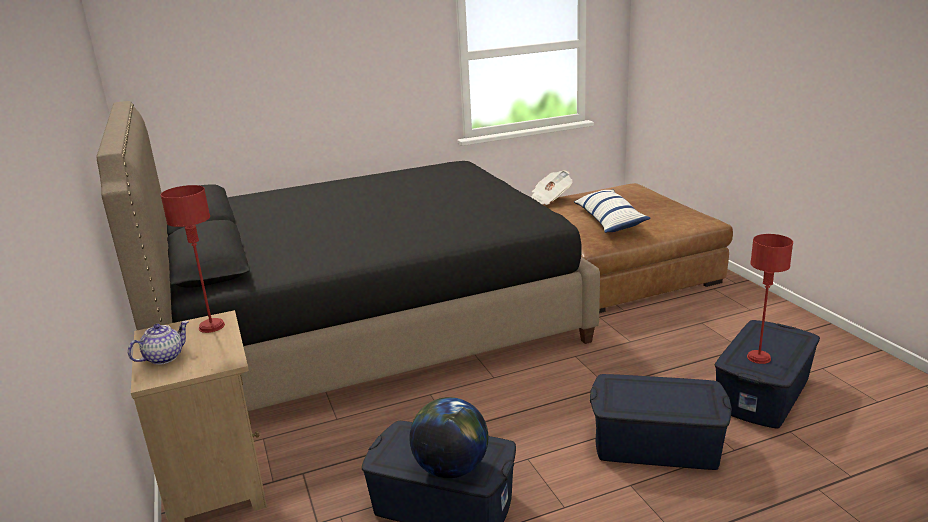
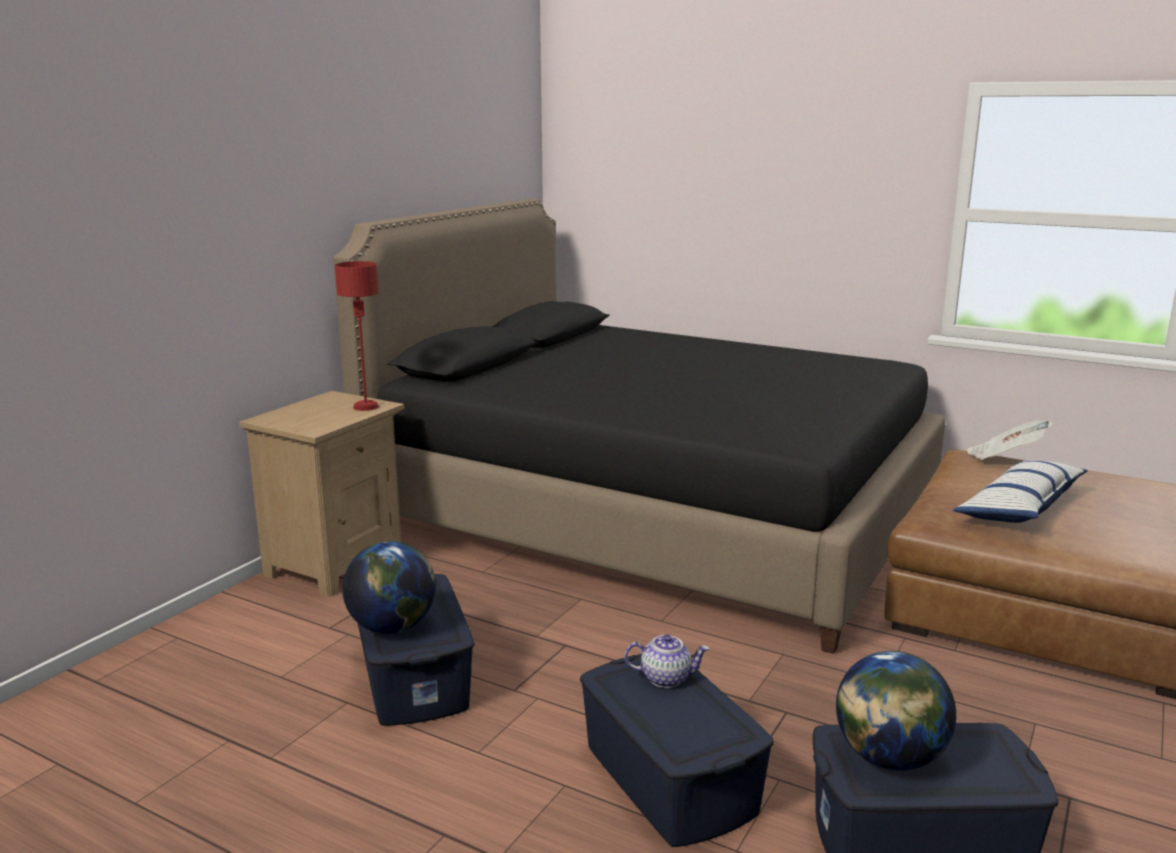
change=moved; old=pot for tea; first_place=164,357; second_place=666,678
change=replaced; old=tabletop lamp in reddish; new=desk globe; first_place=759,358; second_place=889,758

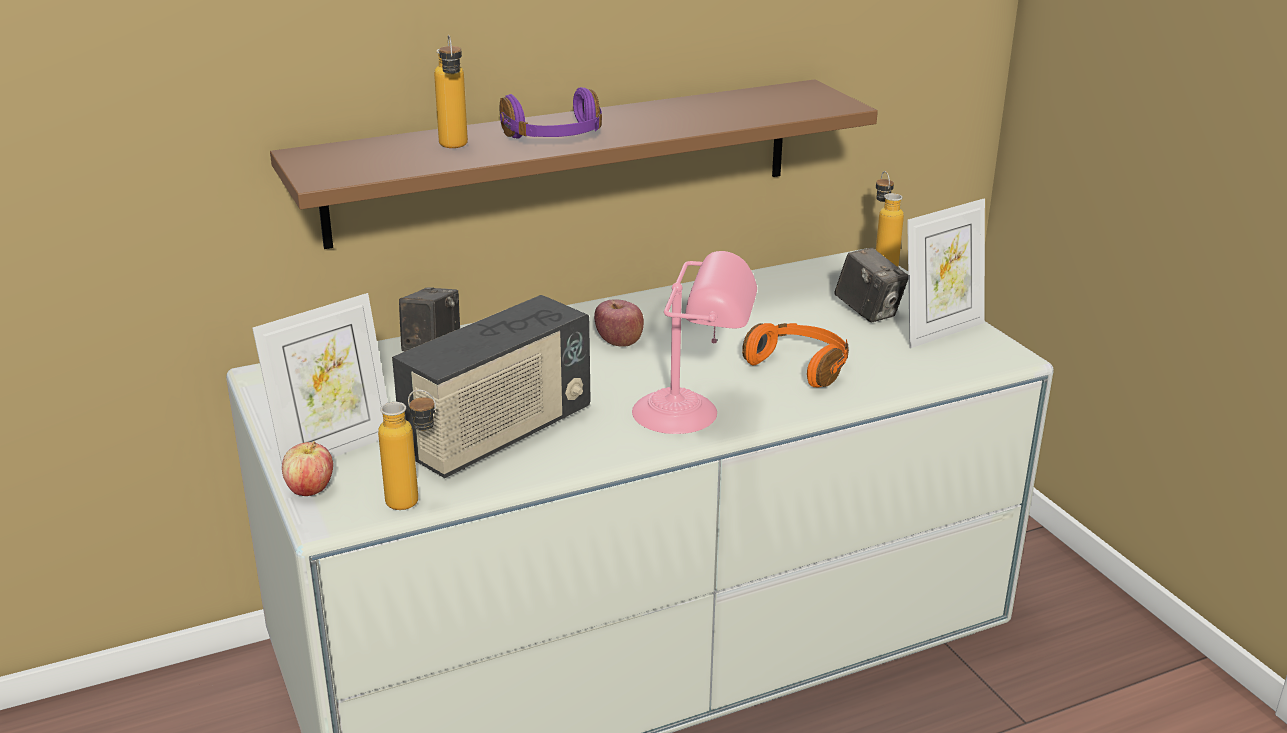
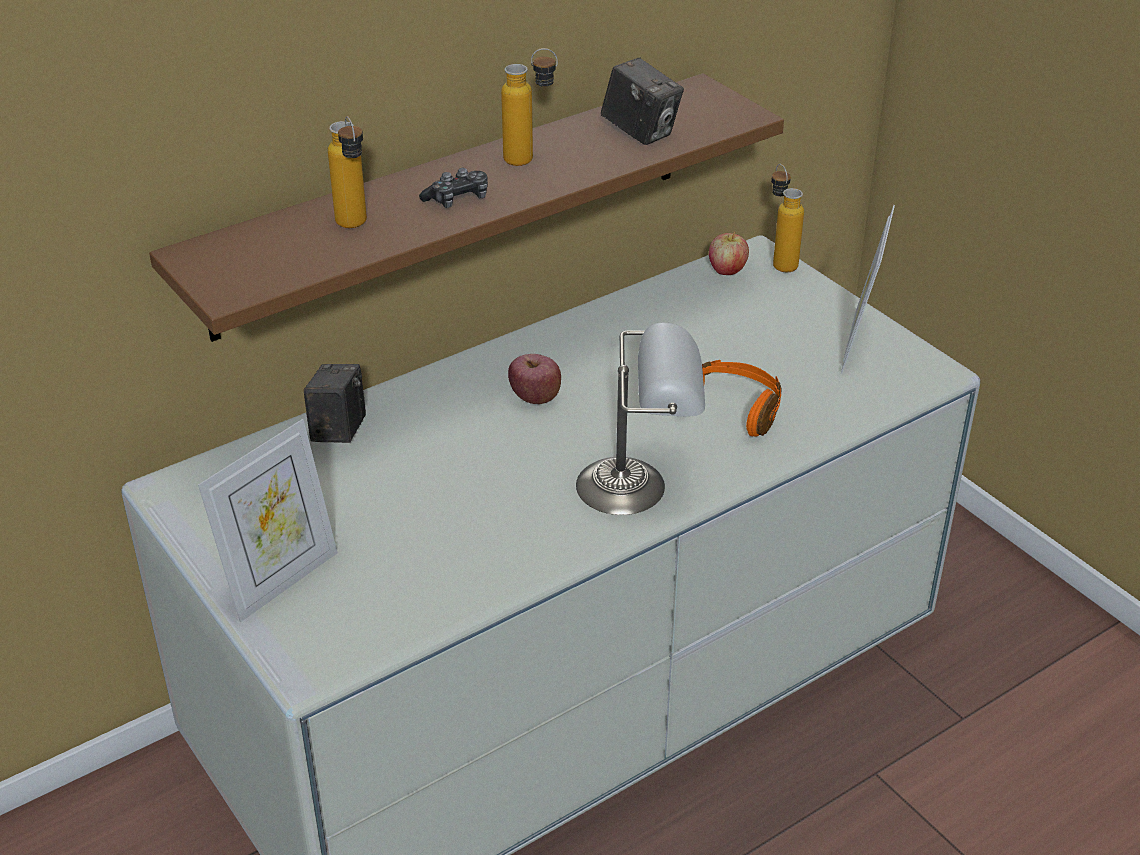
change=removed; old=radio set; first_place=499,435
change=moved; old=whole apple; first_place=310,490; second_place=727,270
change=moved; old=drink bottle; first_place=415,504; second_place=530,160
change=moved; old=photo camera; first_place=868,312; second_place=640,132
change=replaced; old=headphones in purplish; new=game controller; first_place=555,137; second_place=458,199
change=recoloured; old=tabletop lamp in pink-coloured; new=tabletop lamp in white-coloured; first_place=693,412; second_place=639,484
change=turned; old=photo frame; first_place=940,331; second_place=859,345; degrees=150

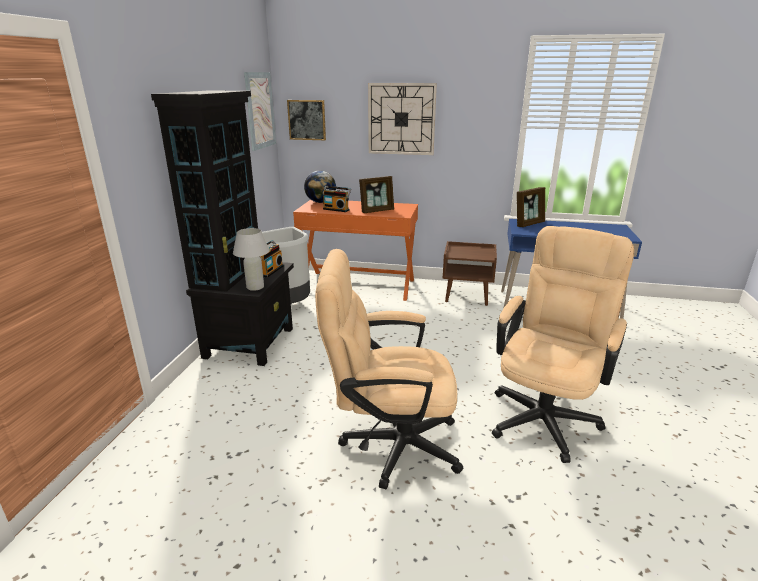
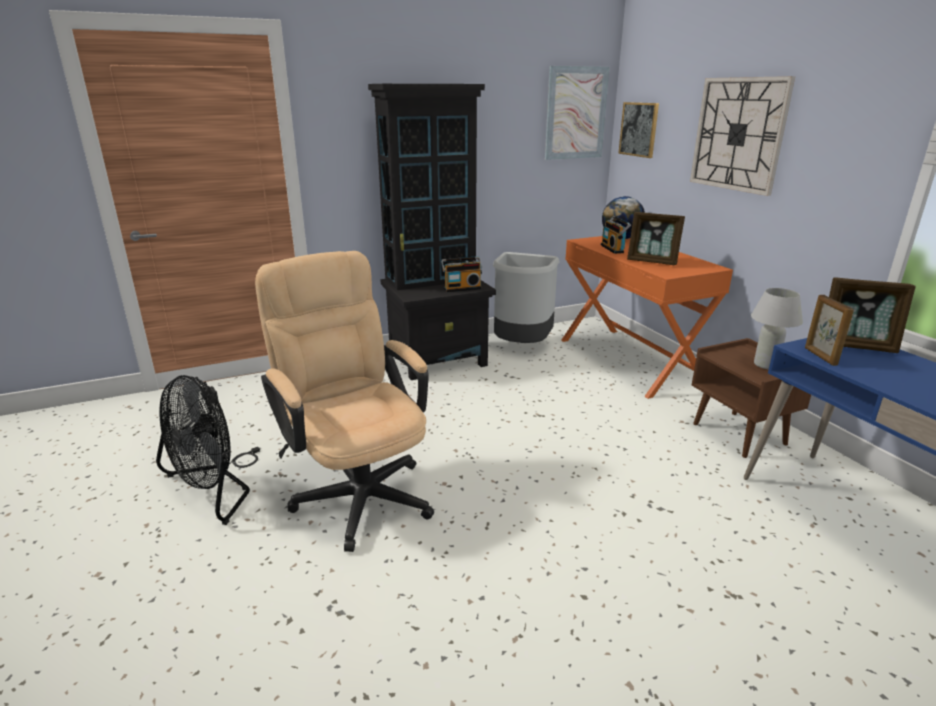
change=removed; old=office chair in beige-coloured; first_place=546,413
change=added; new=electric fan in black; second_place=216,485
change=added; new=photo frame; second_place=820,356
change=moved; old=tabletop lamp in white-coloured; first_place=255,287; second_place=765,365

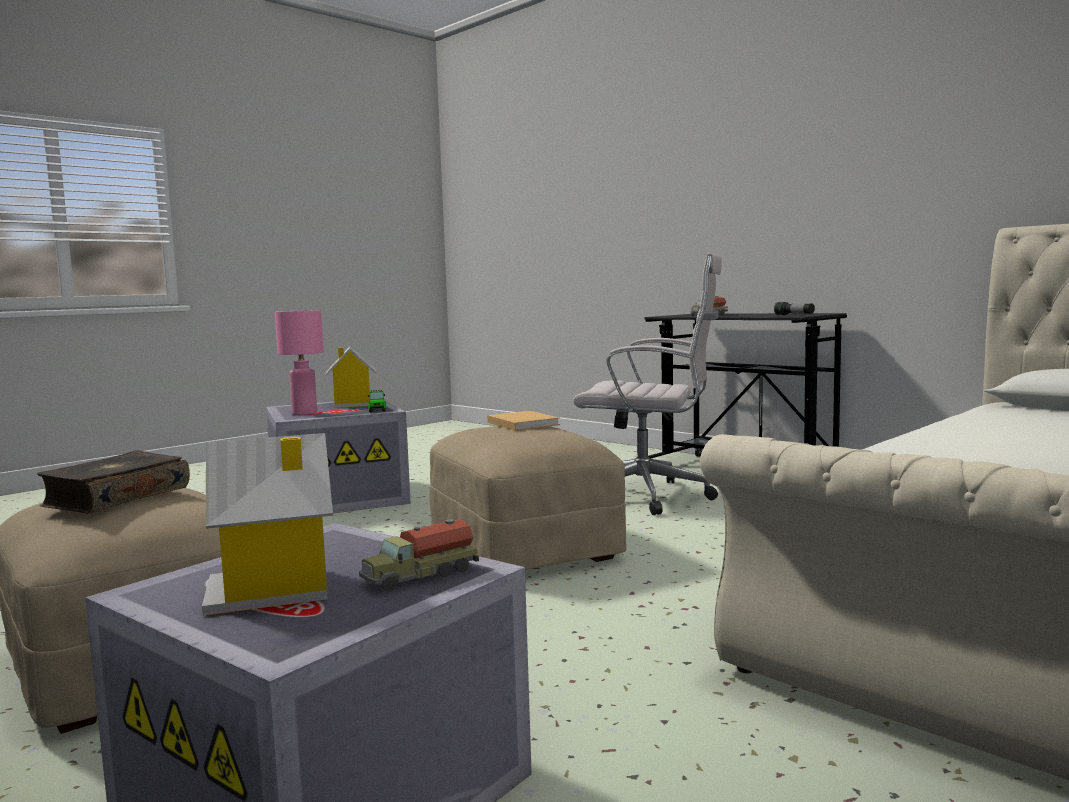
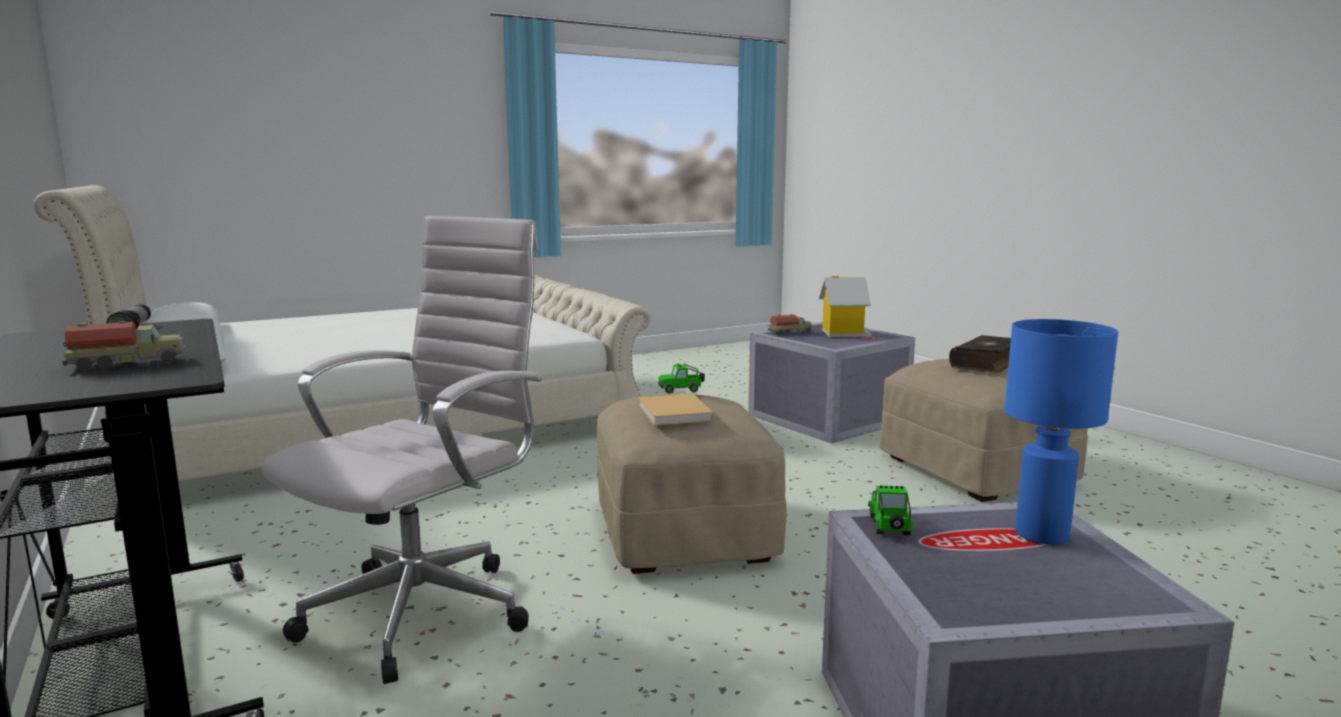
change=removed; old=toy house; first_place=352,404
change=added; new=miniature car; second_place=681,390
change=recoloured; old=tabletop lamp in pink-coloured; new=tabletop lamp in bluish; first_place=304,413; second_place=1043,535
change=turned; old=office chair in white-coloured; first_place=651,497; second_place=426,610; degrees=90

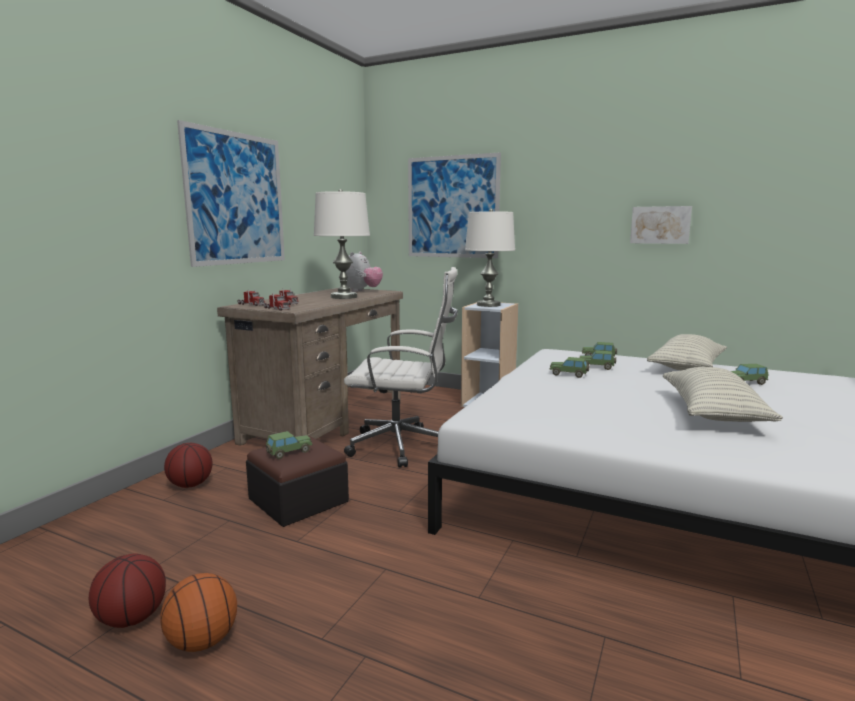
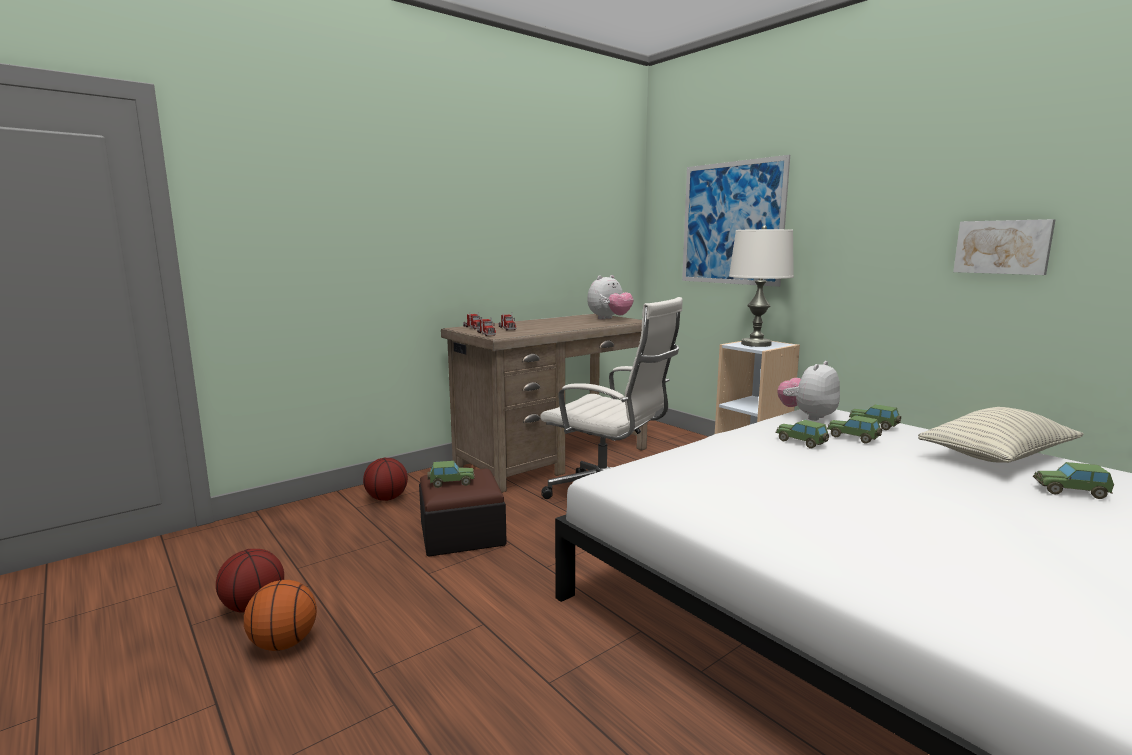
change=removed; old=picture; first_place=236,199
change=removed; old=tabletop lamp in white-coloured; first_place=344,297
change=removed; old=throw pillow; first_place=712,413
change=added; new=plush toy; second_place=808,416

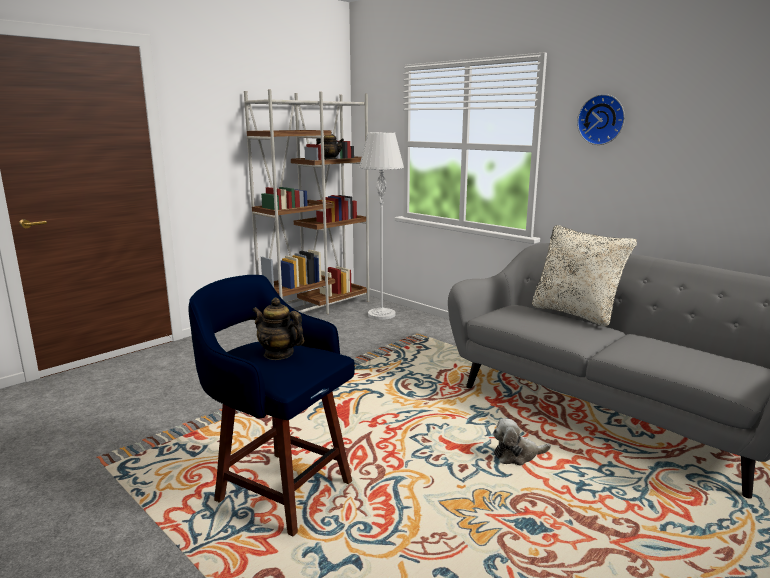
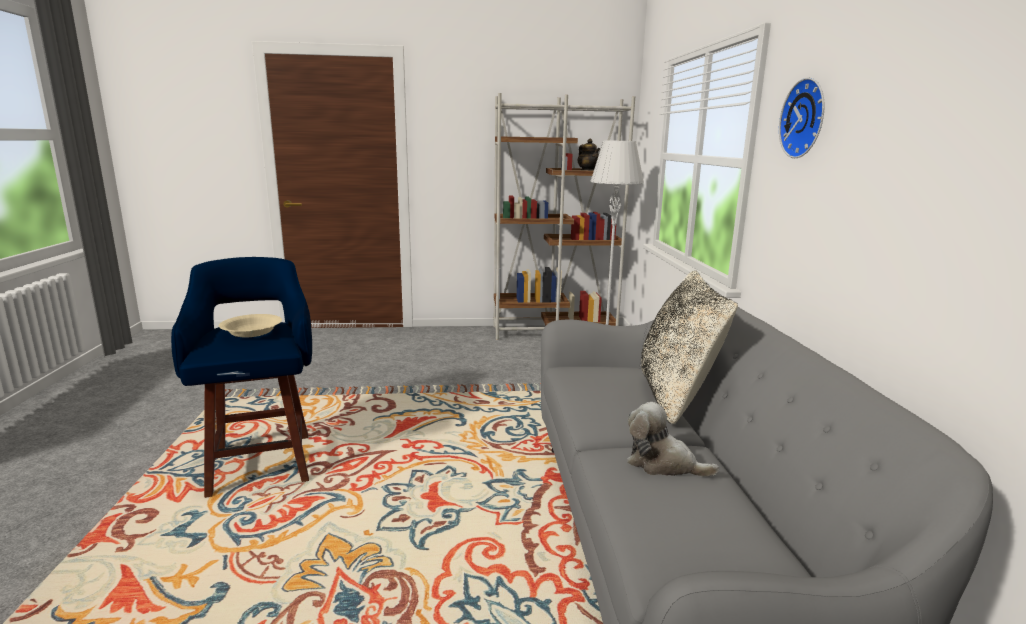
change=moved; old=plush toy; first_place=517,455; second_place=663,464
change=replaced; old=pot for tea; new=bowl in beige-coloured; first_place=278,354; second_place=251,333

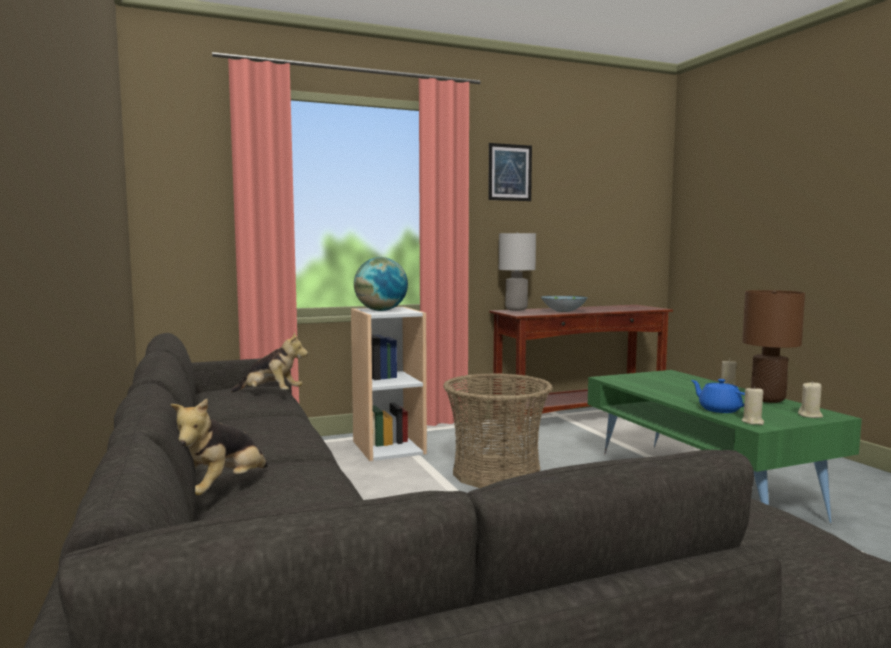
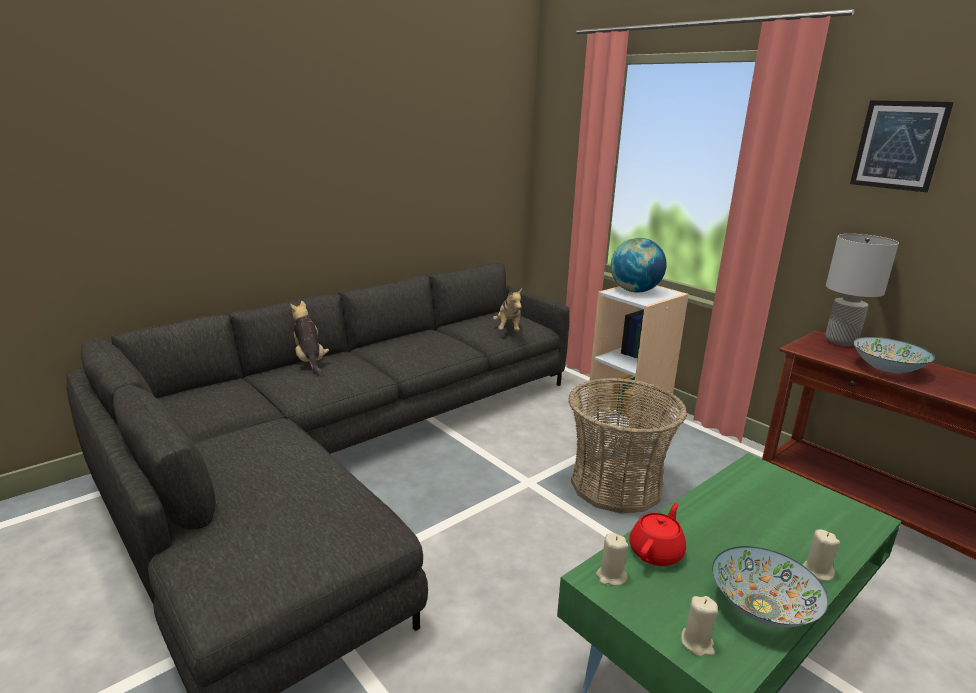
change=replaced; old=tabletop lamp in brown; new=bowl; first_place=768,401; second_place=761,608
change=recoloured; old=pot for tea in bluish; new=pot for tea in reddish; first_place=719,409; second_place=656,552
change=turned; old=plush toy; first_place=222,489; second_place=310,361; degrees=60

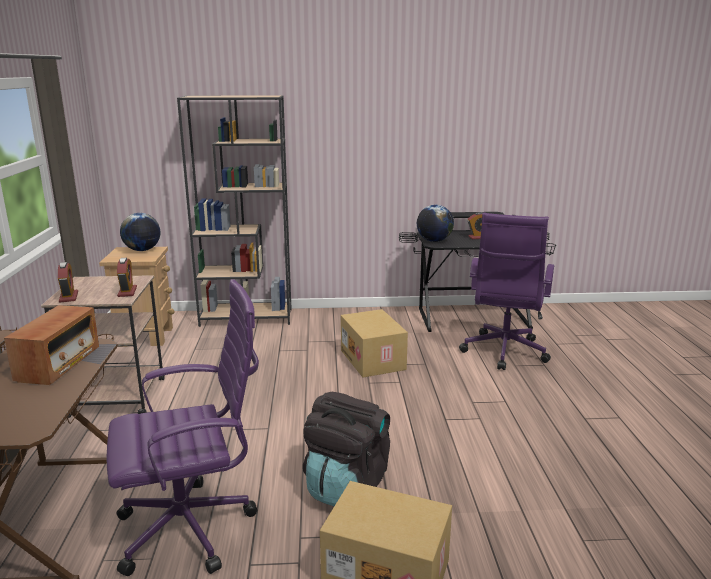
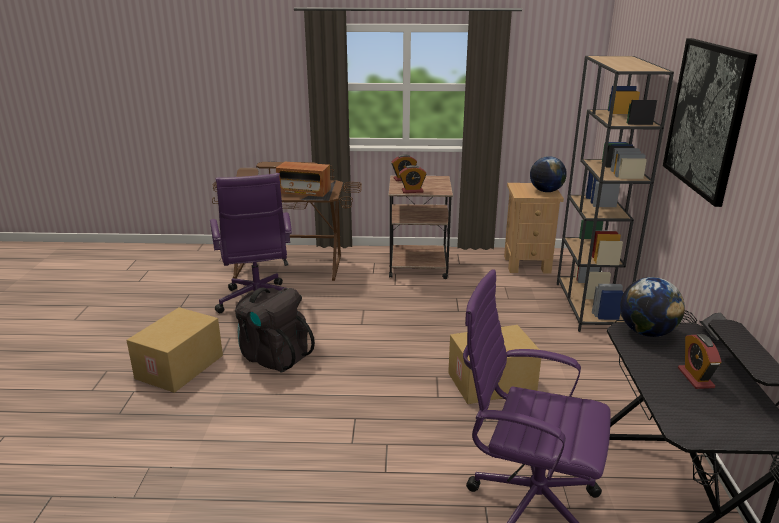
change=added; new=picture; second_place=706,118

